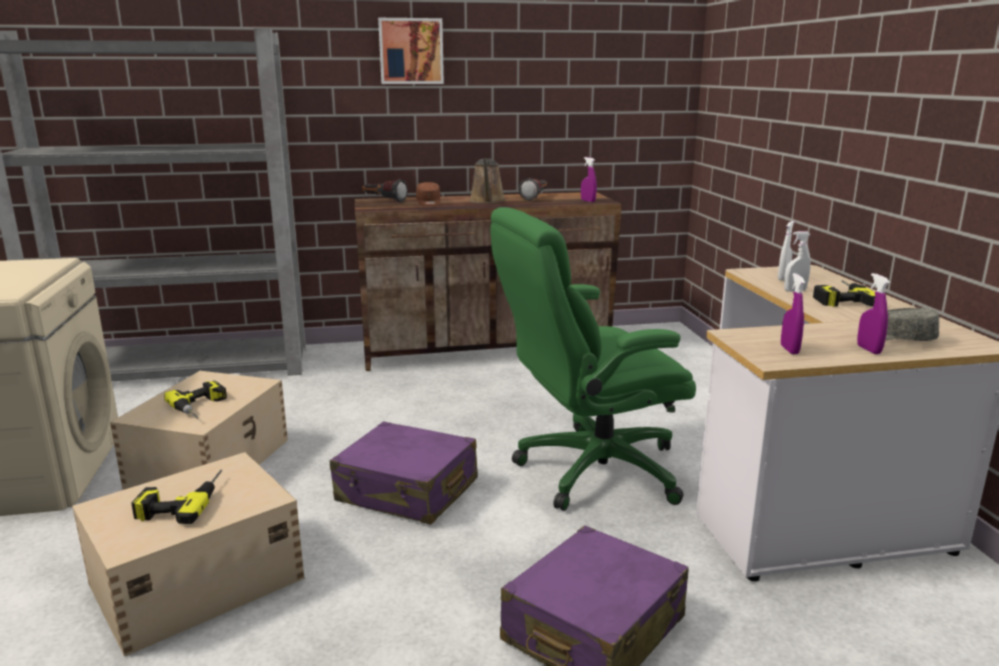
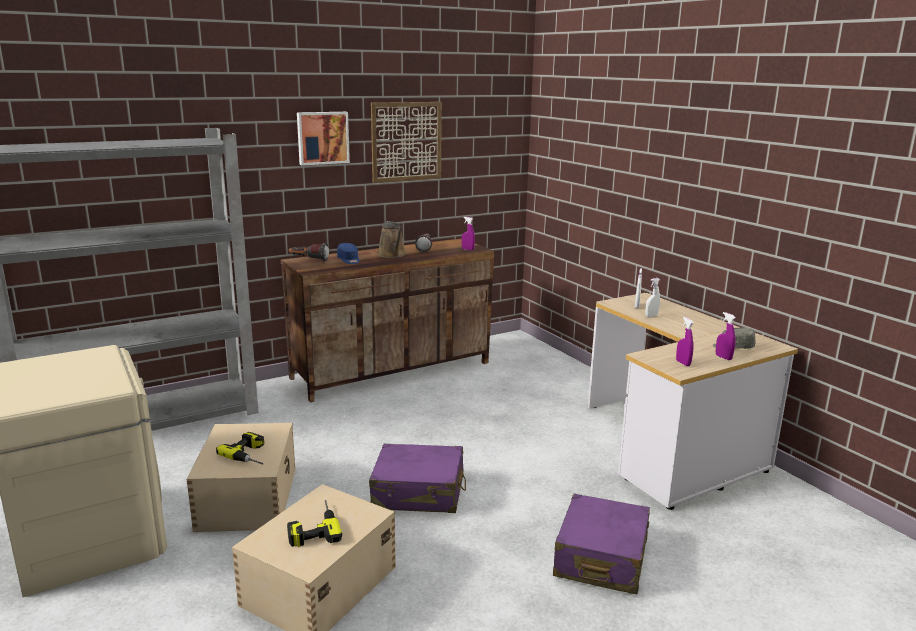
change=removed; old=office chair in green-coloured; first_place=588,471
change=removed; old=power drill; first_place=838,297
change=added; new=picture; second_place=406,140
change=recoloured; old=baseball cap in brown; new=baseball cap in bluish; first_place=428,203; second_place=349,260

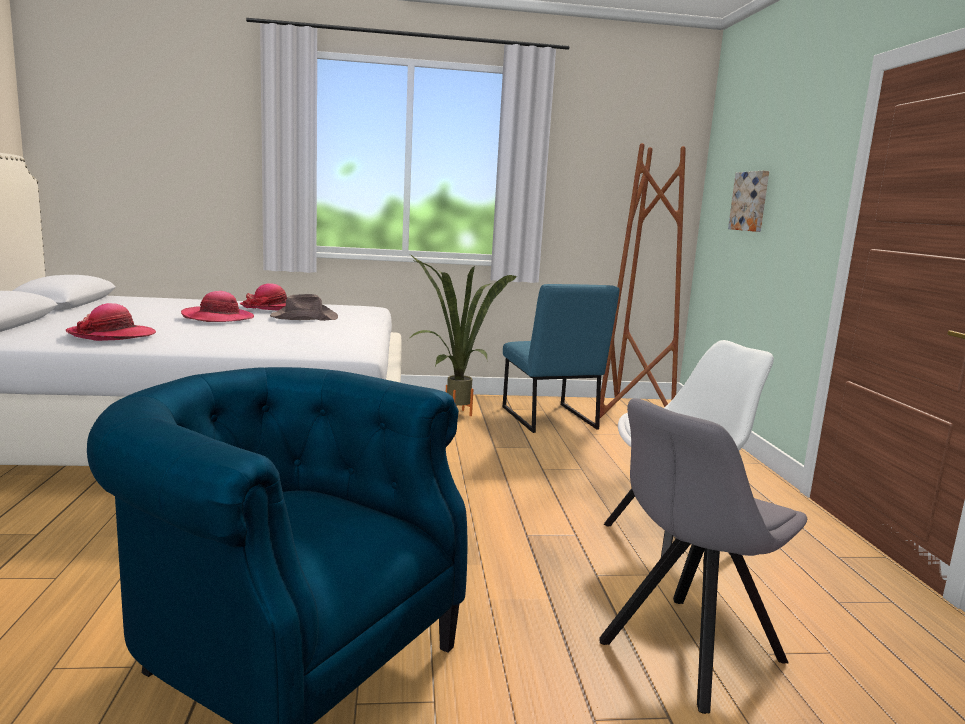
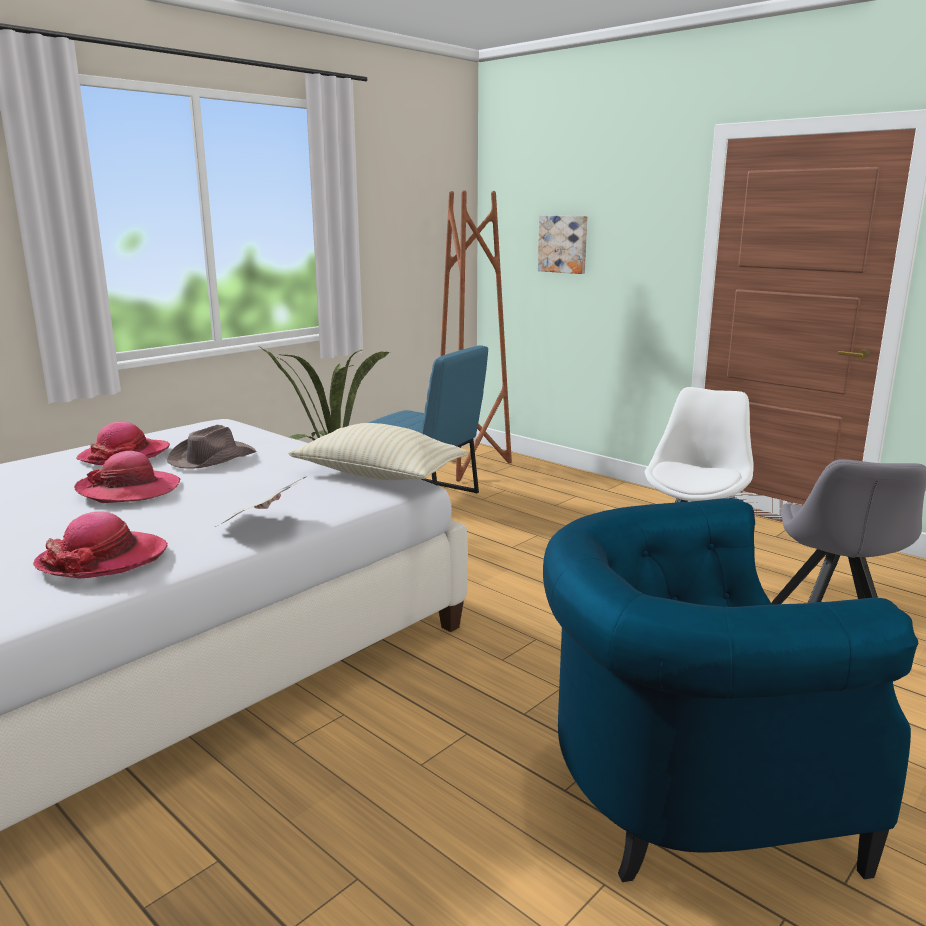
change=added; new=daily paper; second_place=262,525
change=added; new=throw pillow in beige-coloured; second_place=378,475

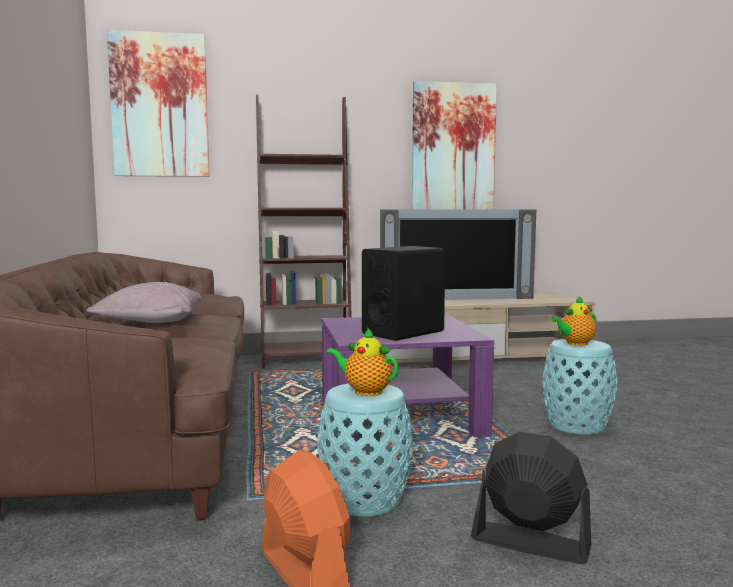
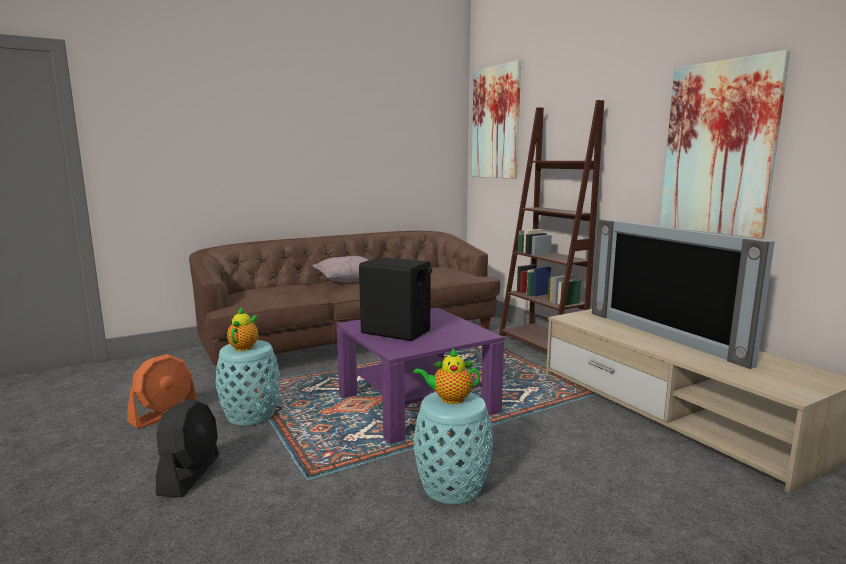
change=turned; old=pot for tea; first_place=575,343; second_place=449,399; degrees=-45

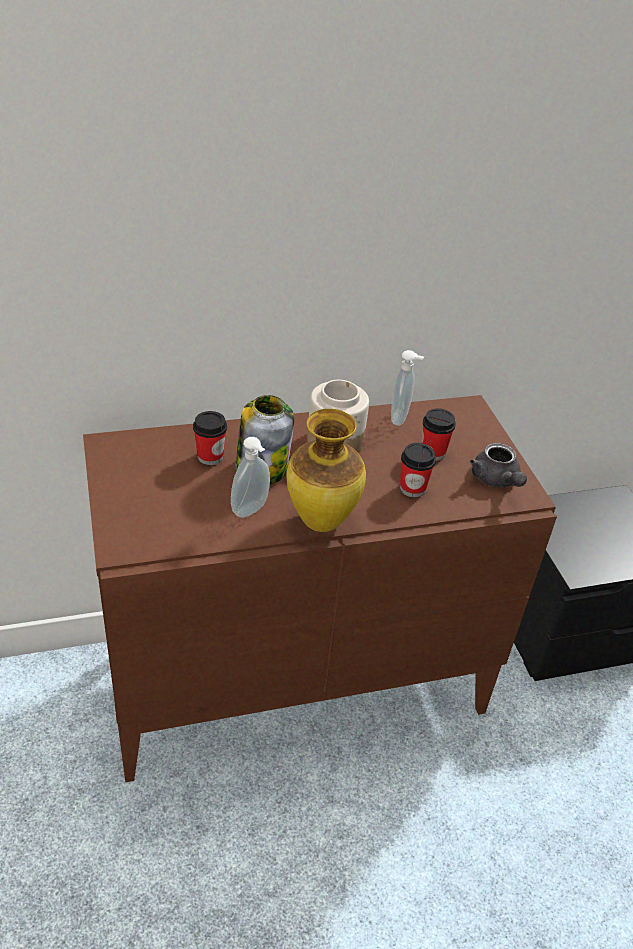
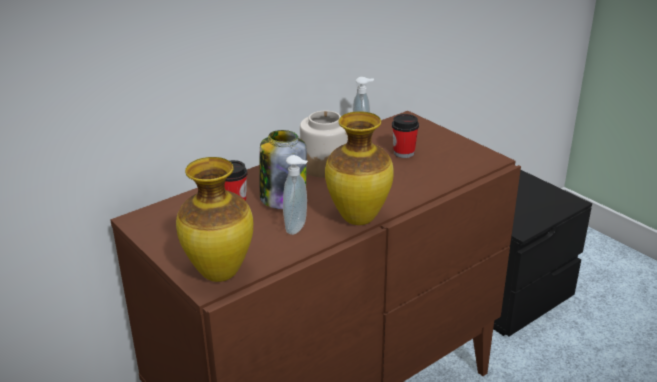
change=removed; old=cup; first_place=412,488
change=removed; old=pot for tea in gray; first_place=496,480
change=added; new=vase; second_place=221,274

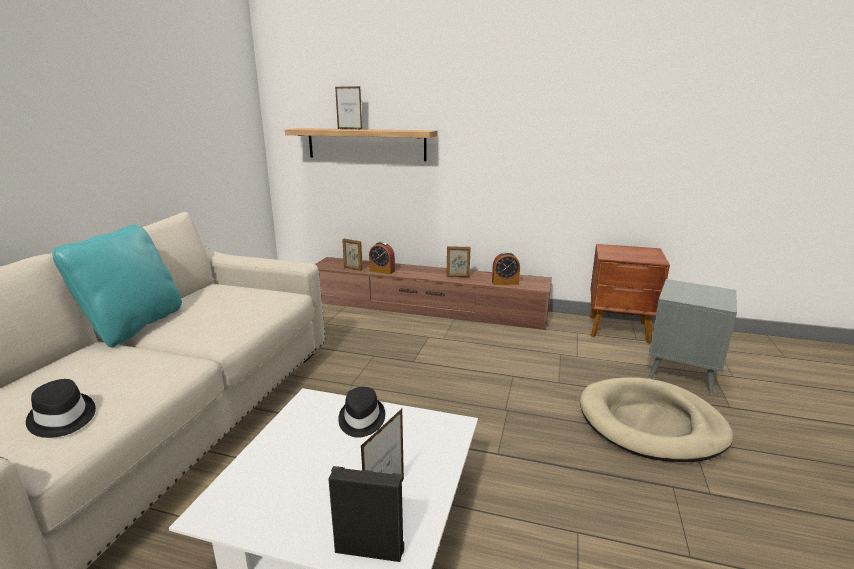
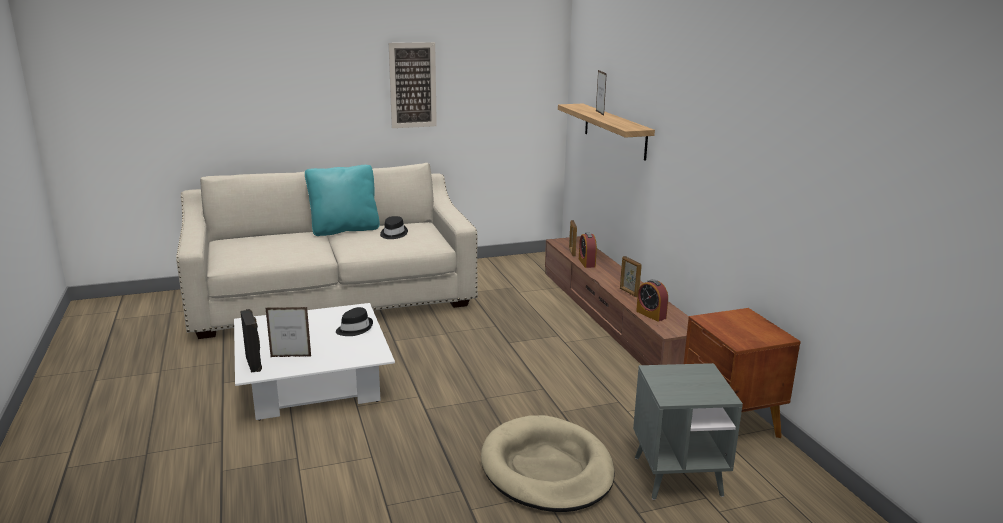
change=added; new=picture; second_place=413,85
change=moved; old=clothing hat in black; first_place=62,418; second_place=393,234

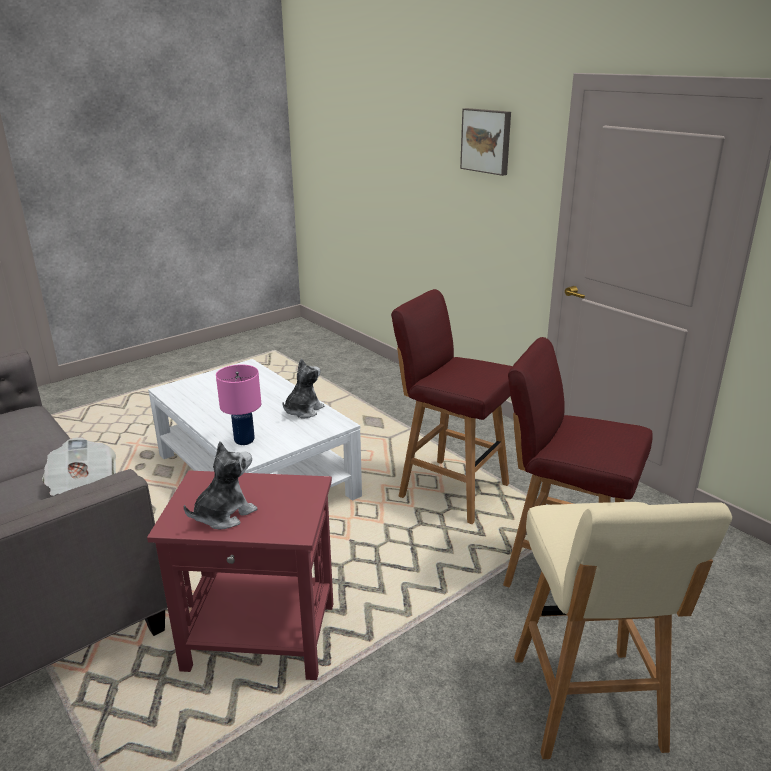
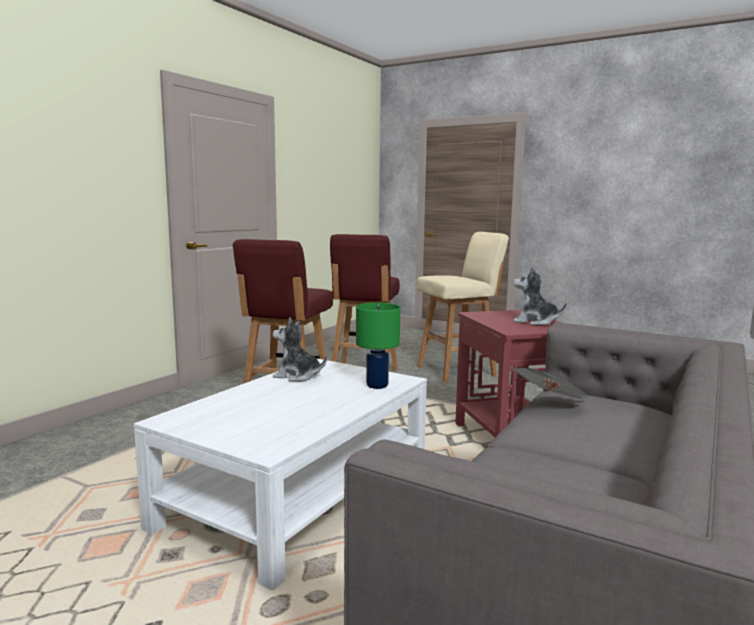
change=removed; old=picture; first_place=487,141
change=recoloured; old=tabletop lamp in pink-coloured; new=tabletop lamp in green-coloured; first_place=245,441; second_place=378,385

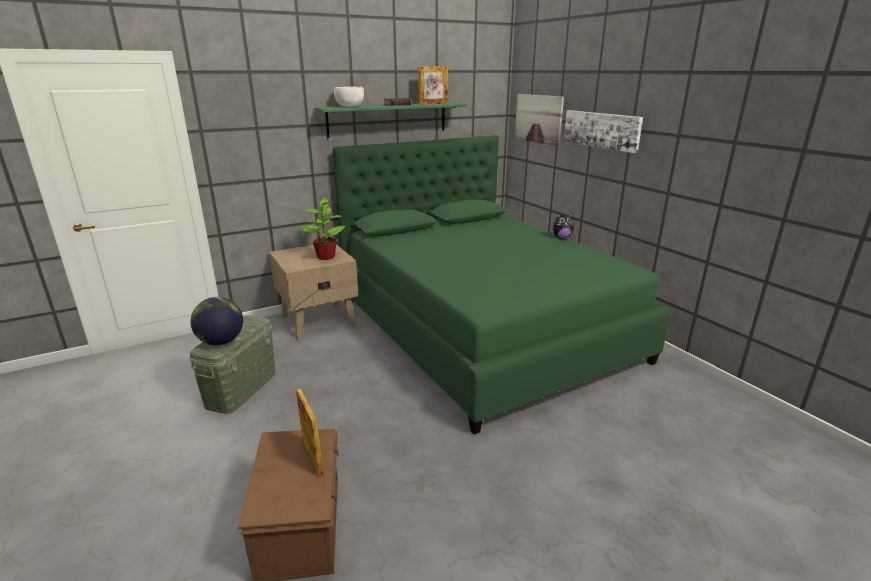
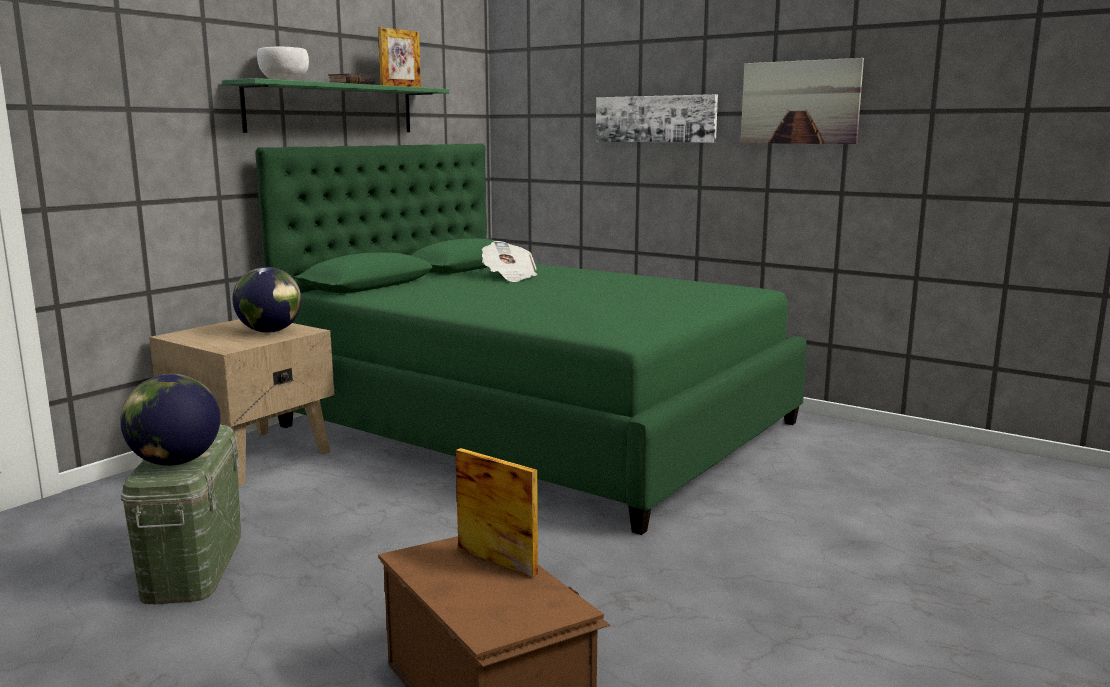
change=removed; old=plush toy; first_place=561,237
change=added; new=daily paper; second_place=509,277
change=moved; old=picture; first_place=538,119; second_place=800,102
change=replaced; old=plant in a pot; new=desk globe; first_place=326,257; second_place=270,331

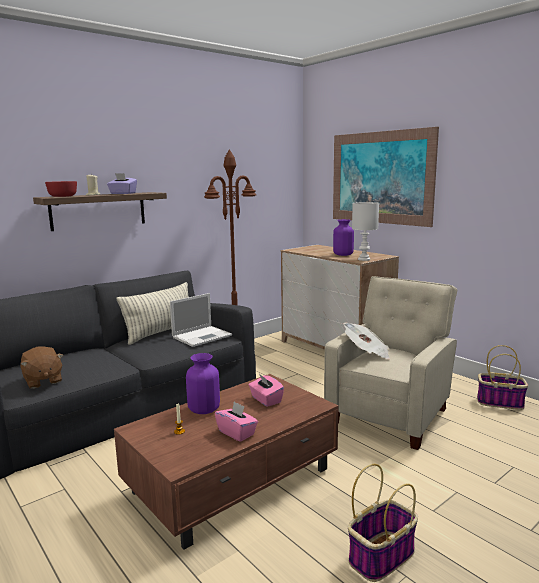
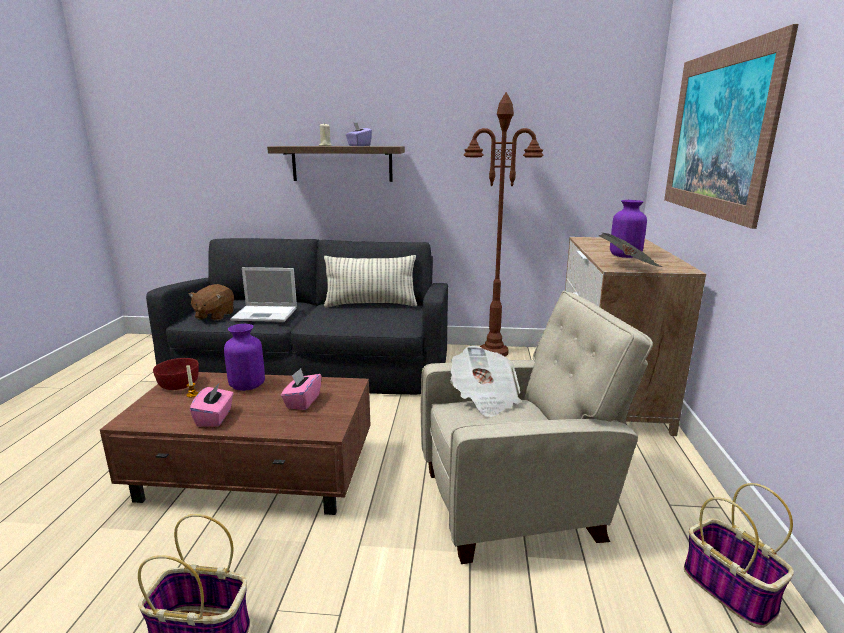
change=moved; old=bowl in reddish; first_place=62,196; second_place=178,384
change=moved; old=portable computer; first_place=203,336; second_place=266,314
change=replaced; old=tabletop lamp in white-coloured; new=daily paper; first_place=364,259; second_place=629,267

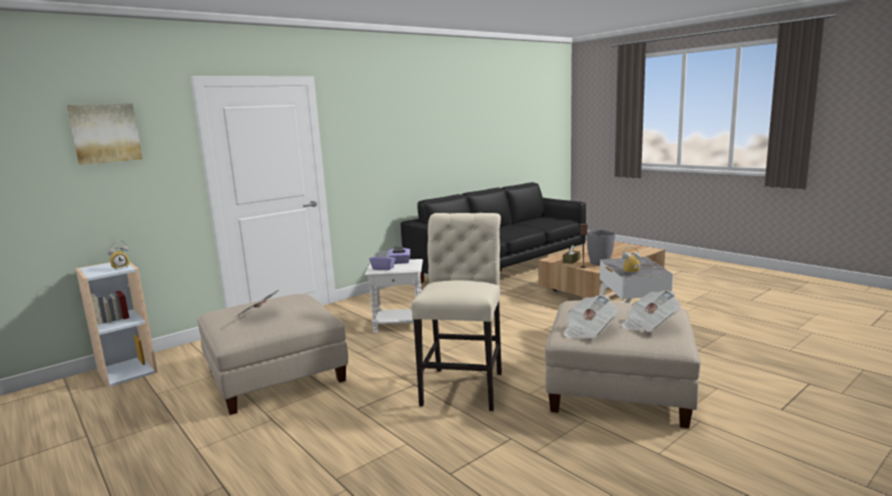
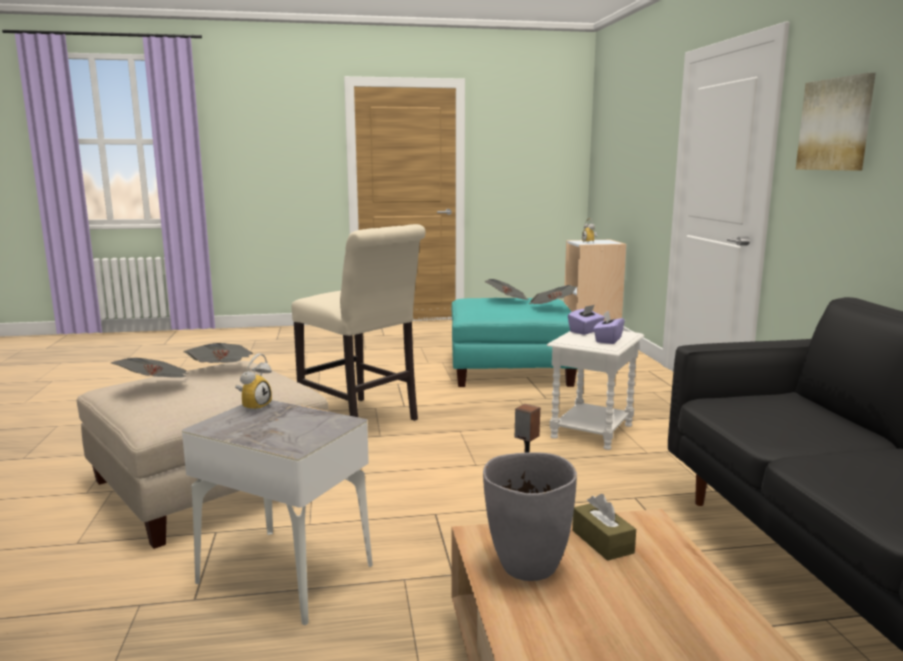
change=added; new=daily paper; second_place=551,308
change=moved; old=picture; first_place=105,133; second_place=836,124
change=recoloured; old=footrest in beige-coloured; new=footrest in turquoise; first_place=276,375; second_place=510,369

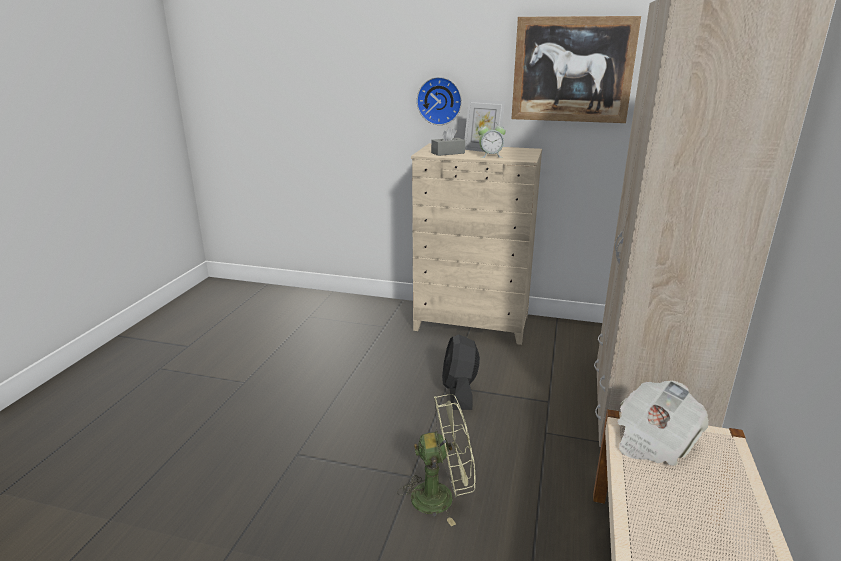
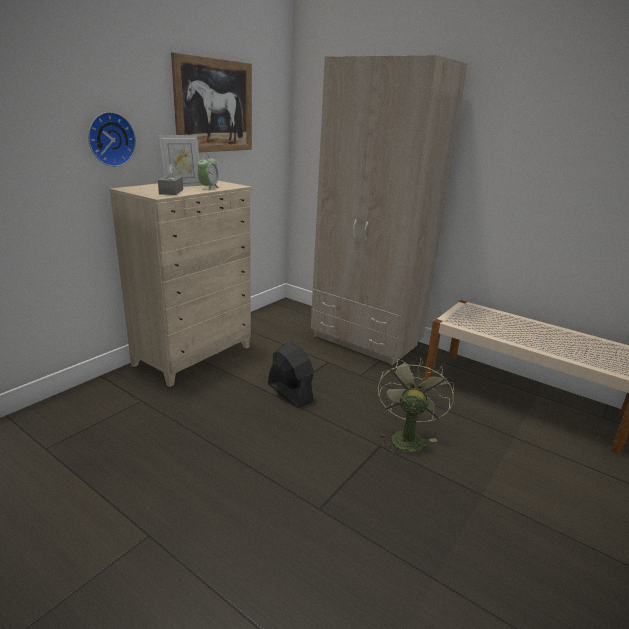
change=removed; old=daily paper; first_place=653,440
change=turned; old=electric fan in black; first_place=459,392; second_place=290,393; degrees=-150

